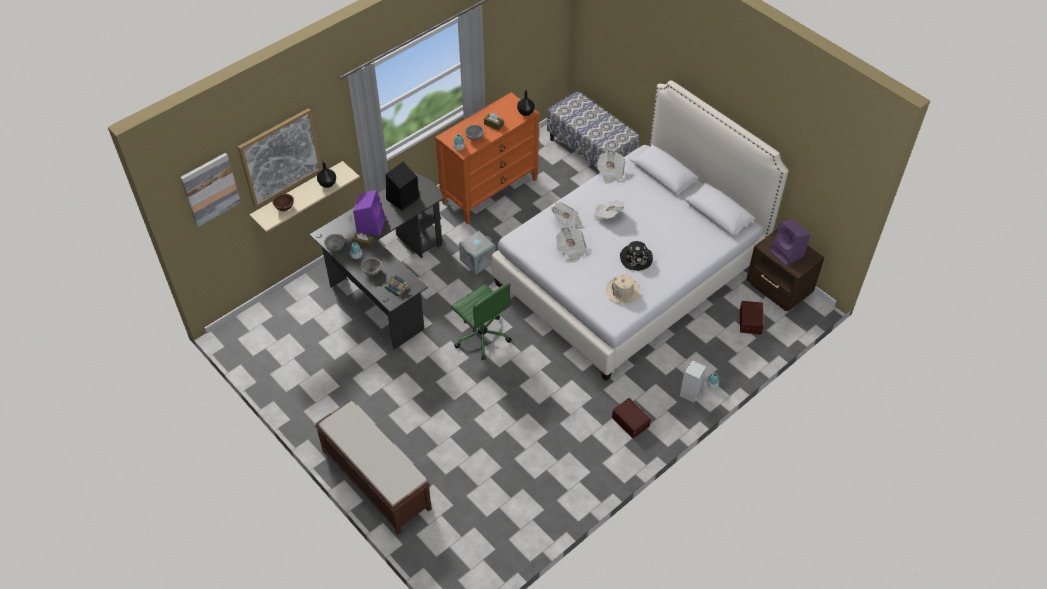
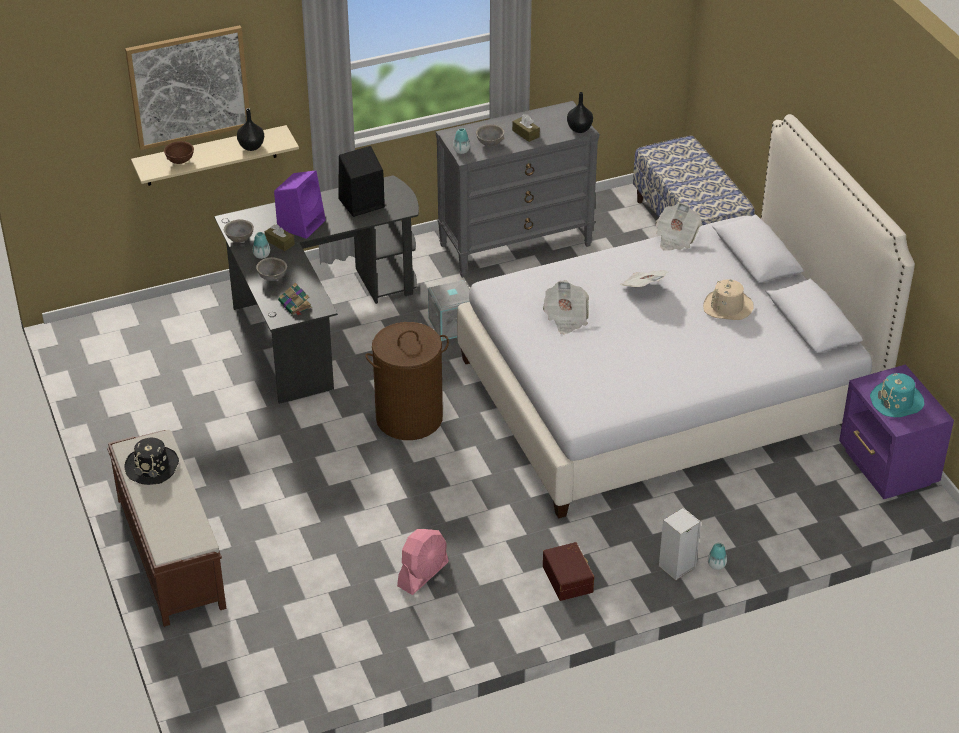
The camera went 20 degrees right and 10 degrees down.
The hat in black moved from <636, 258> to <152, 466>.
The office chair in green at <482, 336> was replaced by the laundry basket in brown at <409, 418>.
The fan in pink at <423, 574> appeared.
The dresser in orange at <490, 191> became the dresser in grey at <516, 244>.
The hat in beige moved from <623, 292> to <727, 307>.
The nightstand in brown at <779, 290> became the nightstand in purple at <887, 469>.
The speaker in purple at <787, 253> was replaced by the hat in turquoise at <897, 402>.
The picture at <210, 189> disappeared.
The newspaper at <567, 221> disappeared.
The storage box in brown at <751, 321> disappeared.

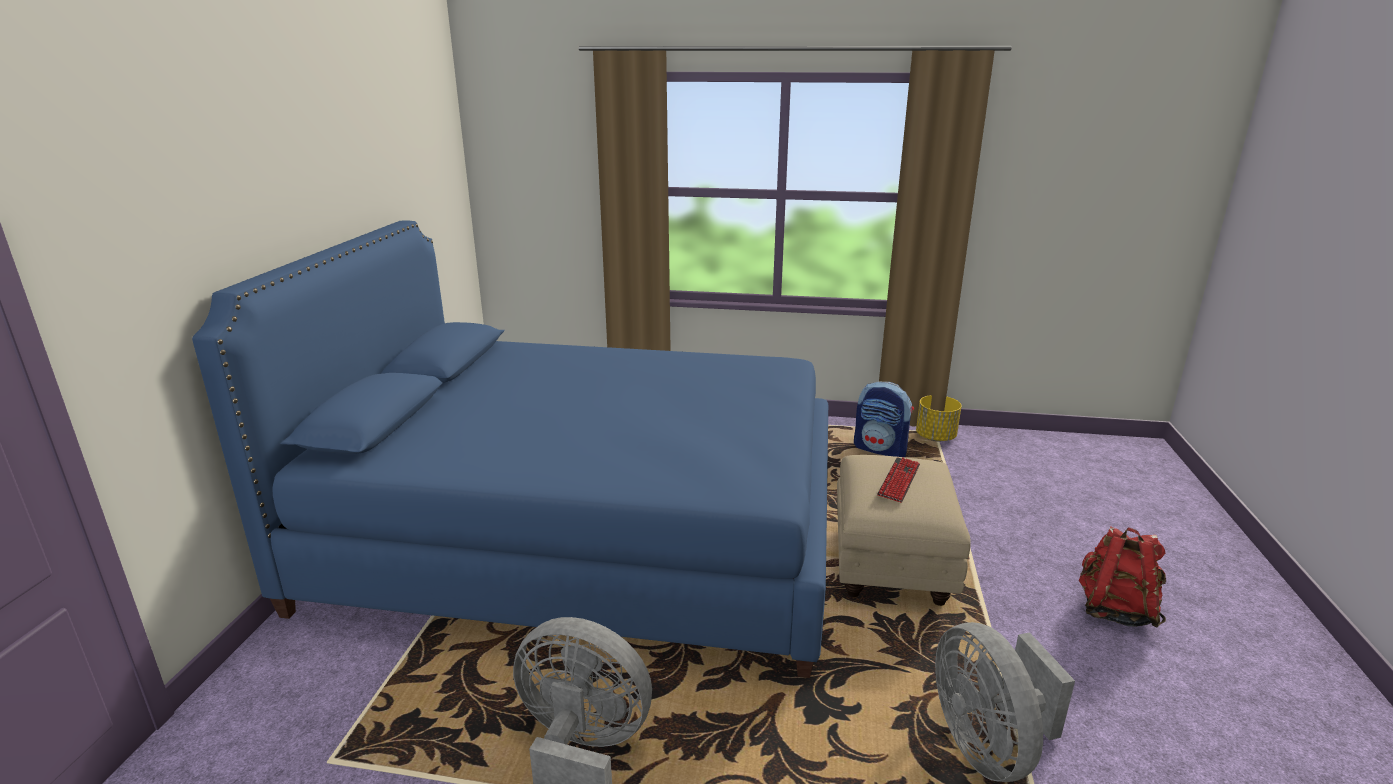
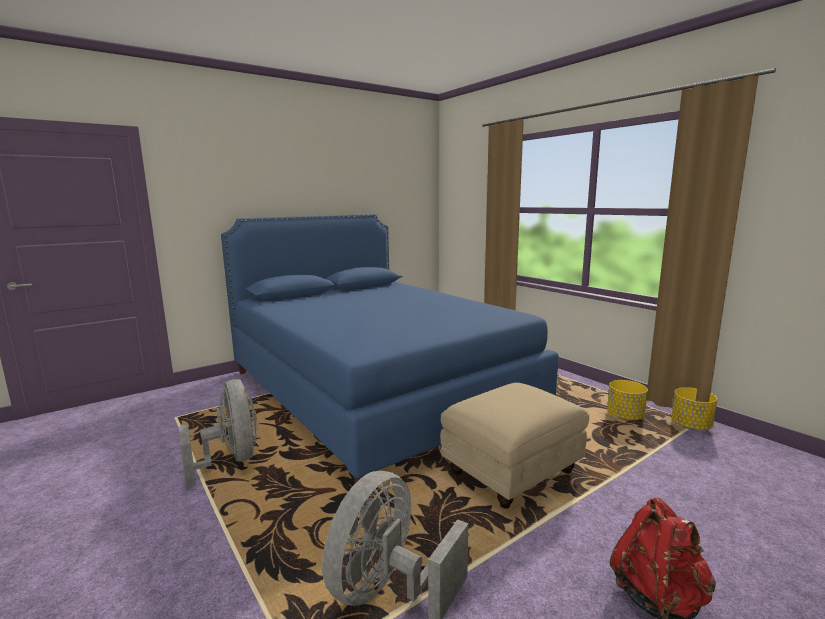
The camera went 45 degrees right and 10 degrees down.
The backpack at <881, 449> was replaced by the planter in yellow at <625, 417>.
The keyboard at <899, 480> disappeared.

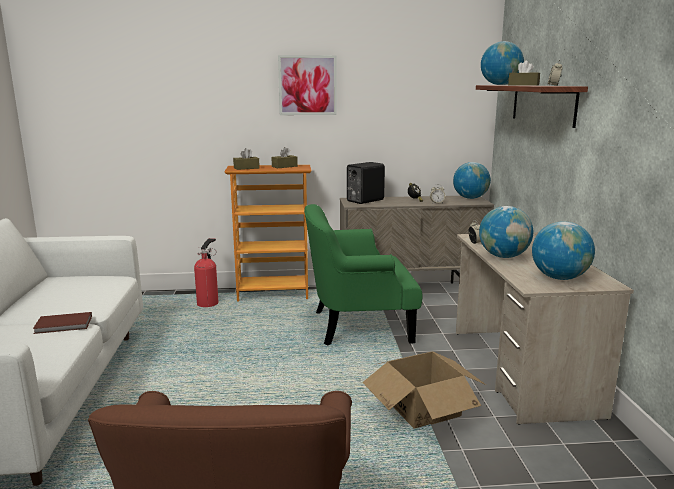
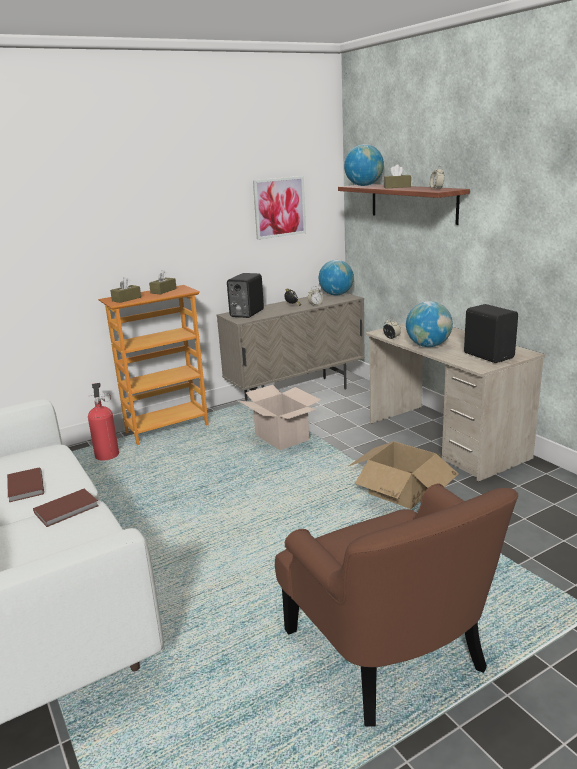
The camera went 25 degrees left and 5 degrees up.
The book in brown at <24, 487> appeared.
The armchair in green at <358, 325> was replaced by the cardboard box at <281, 437>.
The picture moved from <307, 85> to <279, 207>.
The globe at <559, 278> was replaced by the speaker in black at <489, 355>.

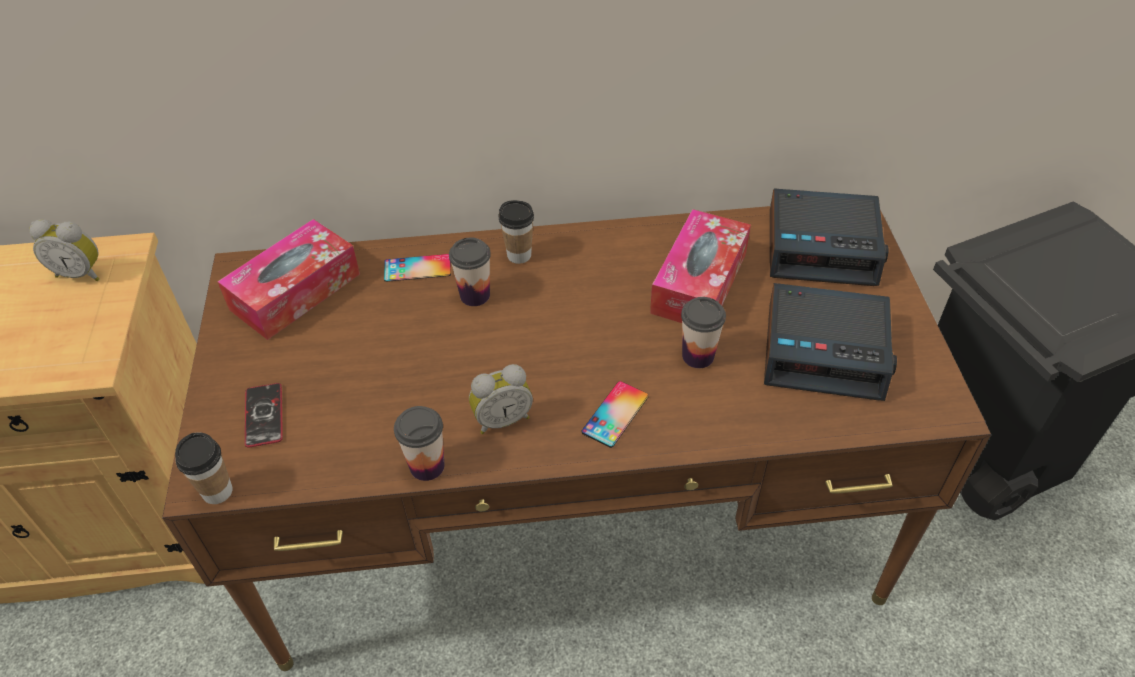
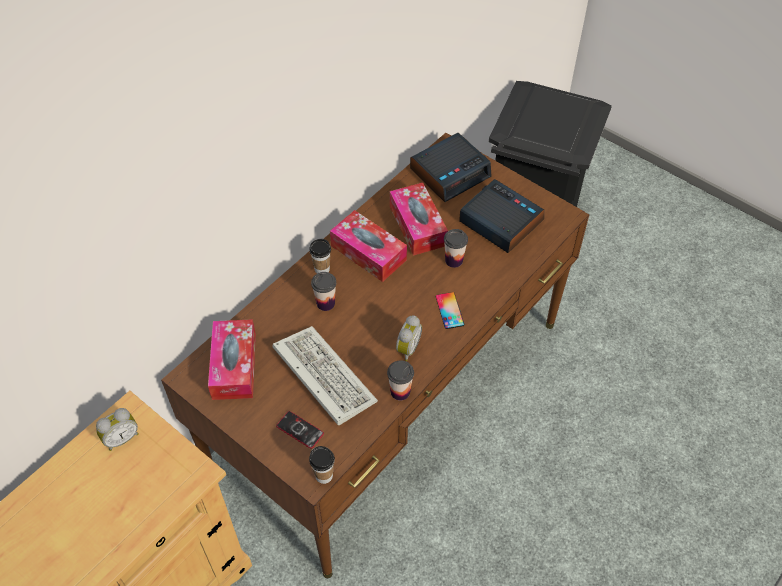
The camera went 45 degrees left and 5 degrees up.
The keyboard at <321, 375> appeared.
The tissue box at <368, 253> appeared.
The alarm clock at <825, 351> turned 105 degrees counterclockwise.
The phone at <417, 268> disappeared.

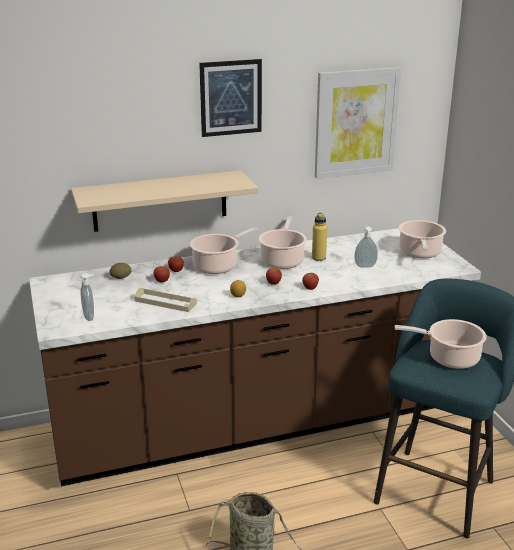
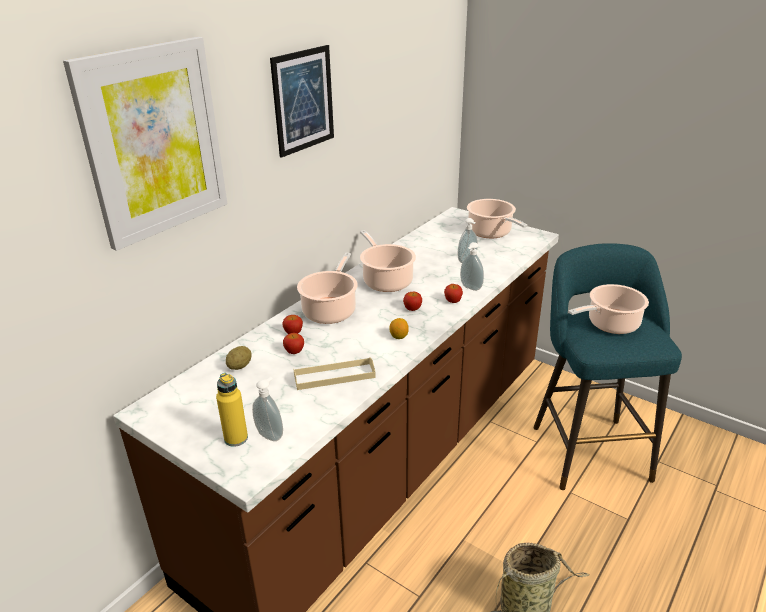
The camera went 35 degrees left and 5 degrees up.
The picture moved from <356, 122> to <154, 142>.
The bottle in yellow moved from <318, 258> to <236, 438>.
The soap dispenser at <470, 288> appeared.
The shelf in beige at <160, 201> disappeared.

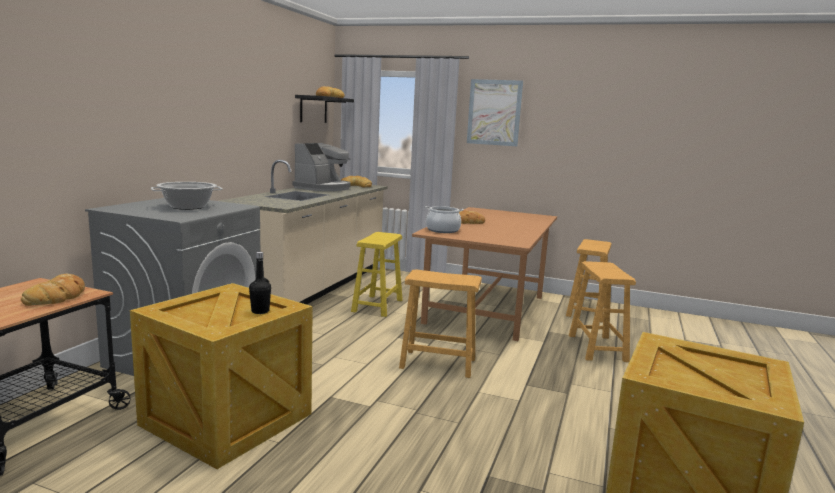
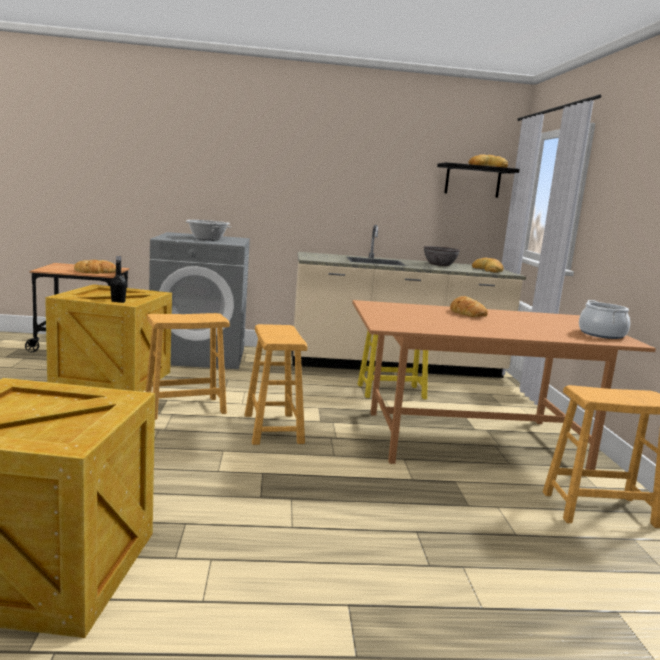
The camera went 65 degrees right and 0 degrees up.
The stool in brown moved from <597, 348> to <185, 408>.
The coffee machine at <323, 188> was replaced by the bowl in grey at <439, 264>.
The cooking pot moved from <442, 230> to <602, 334>.
The picture at <494, 112> disappeared.

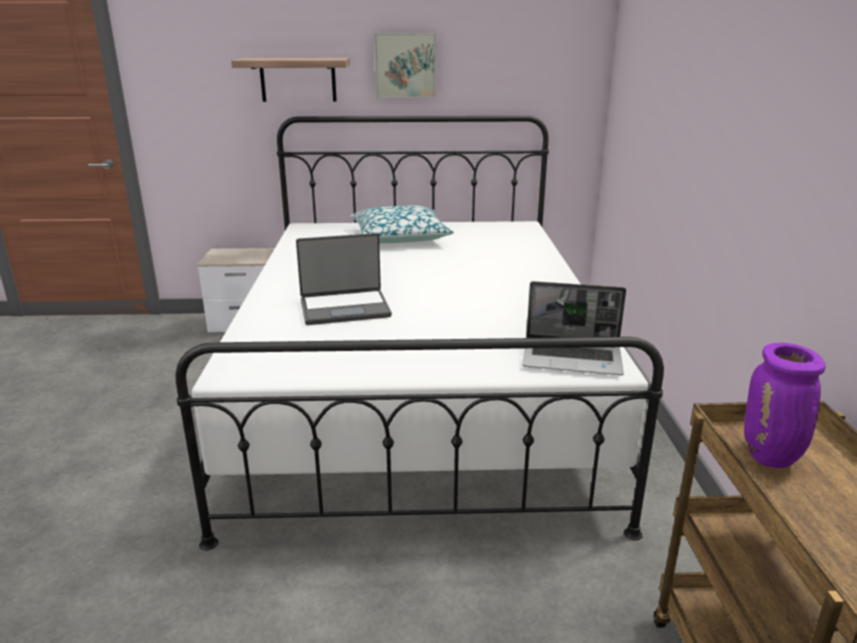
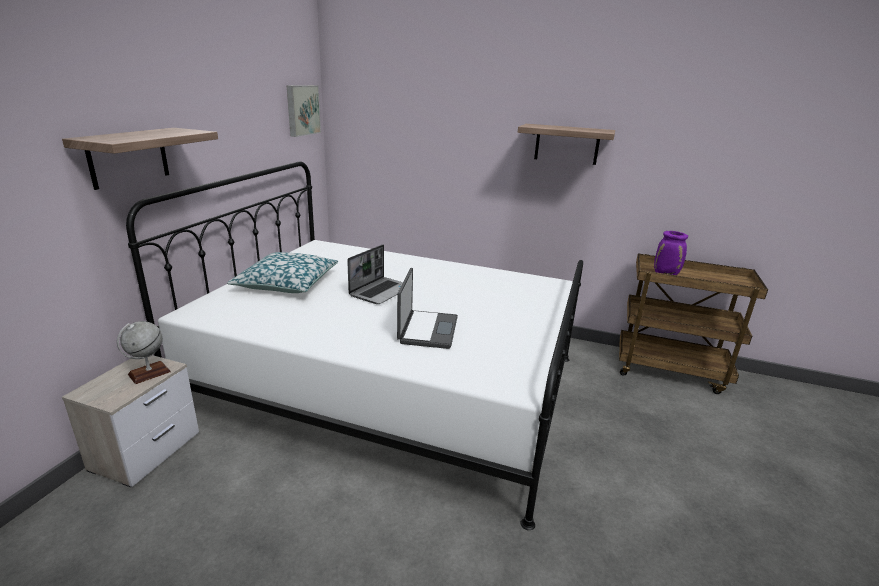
The camera went 70 degrees left and 0 degrees up.
The globe at <149, 373> appeared.
The picture moved from <405, 65> to <302, 110>.
The laptop moved from <573, 358> to <381, 291>.
The shelf at <567, 144> appeared.

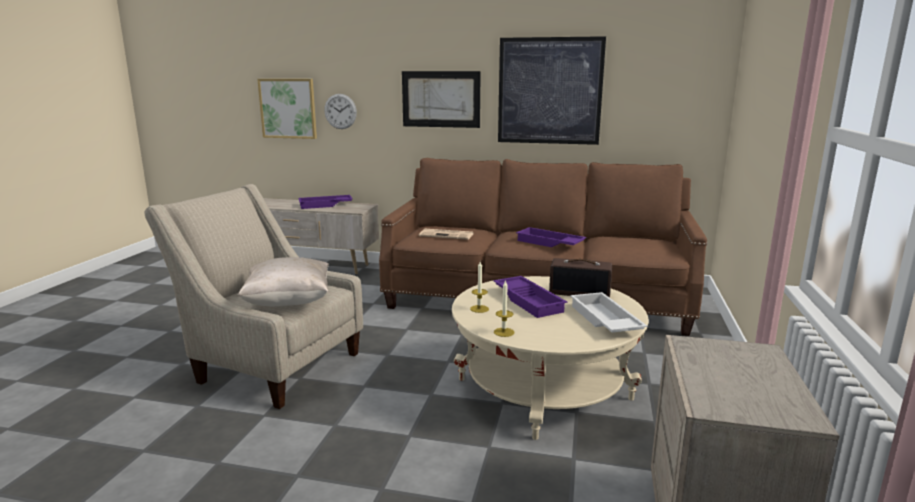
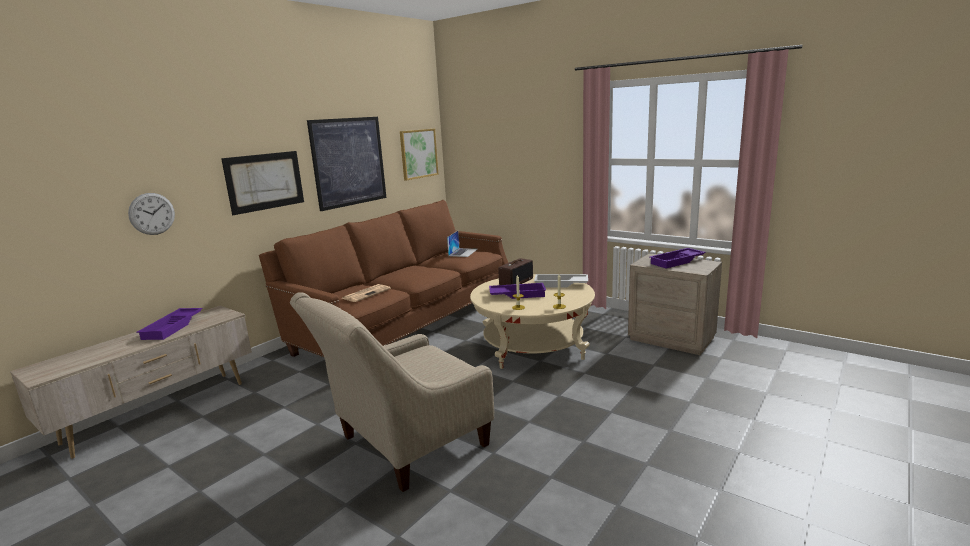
The camera went 65 degrees left and 0 degrees up.
The picture moved from <288, 108> to <418, 153>.
The laptop at <463, 252> appeared.
The tray in purple moved from <549, 243> to <677, 261>.
The pillow in beige at <288, 302> disappeared.

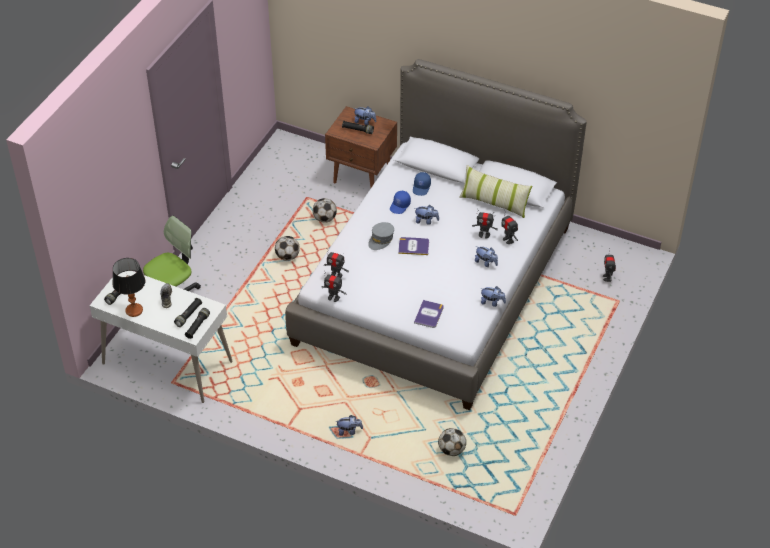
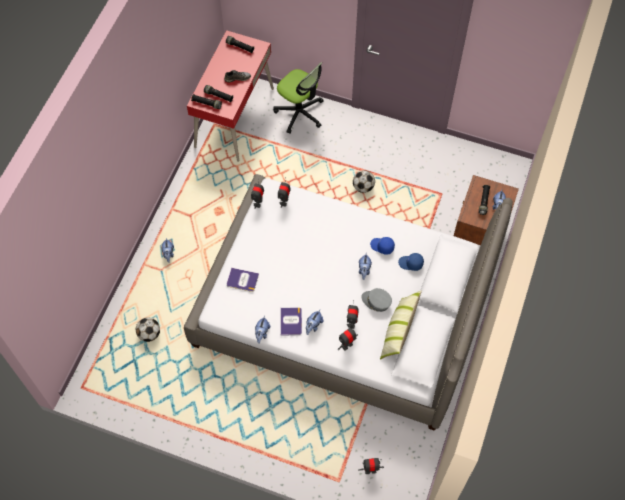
The camera went 85 degrees right and 15 degrees up.
The desk in white at <167, 363> became the desk in red at <234, 118>.
The book moved from <413, 246> to <291, 321>.
The cap in grey moved from <381, 239> to <376, 302>.
The table lamp at <134, 310> disappeared.
The football at <325, 219> disappeared.

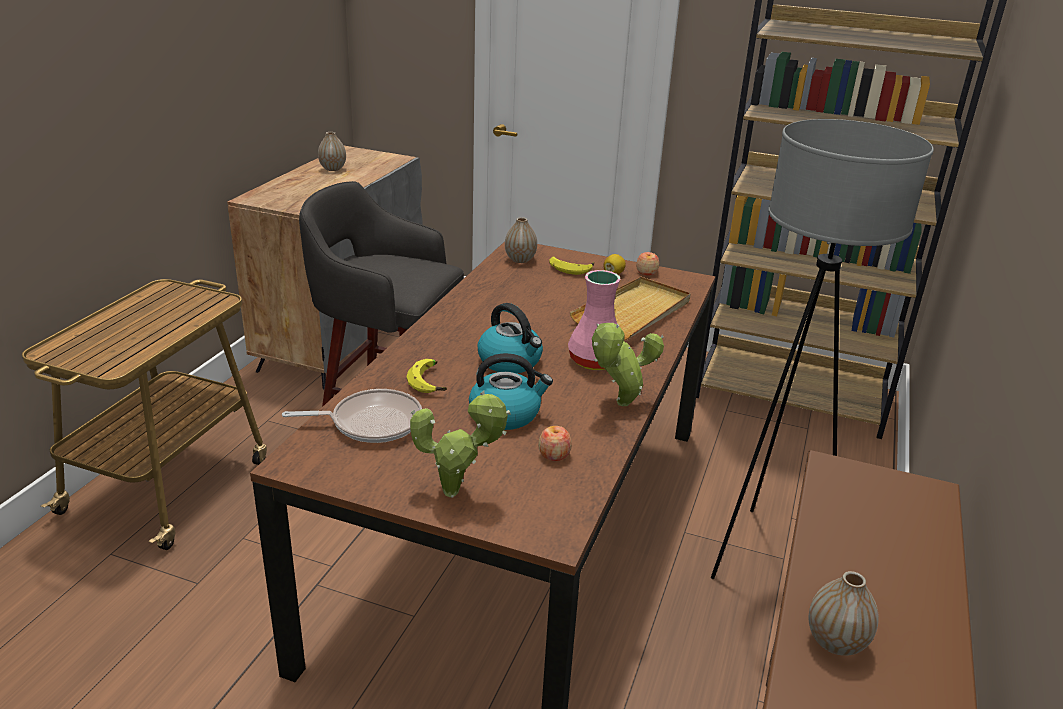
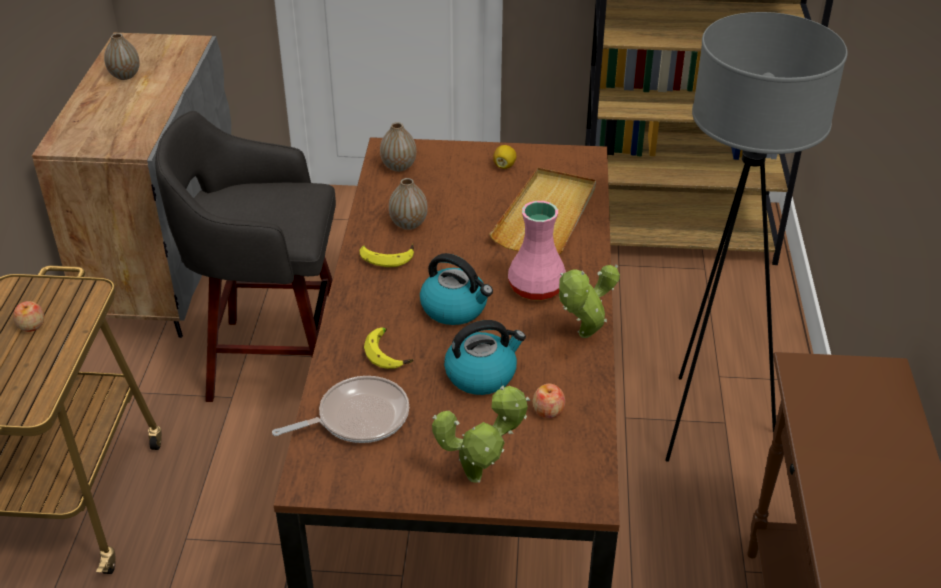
The camera went 15 degrees left and 10 degrees up.
The apple moved from <646, 272> to <31, 325>.
The banana moved from <571, 268> to <387, 257>.
The vase moved from <835, 642> to <408, 224>.

